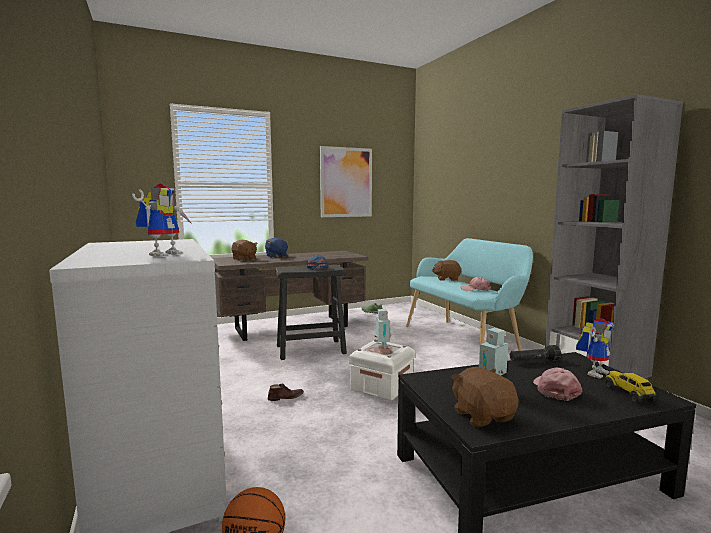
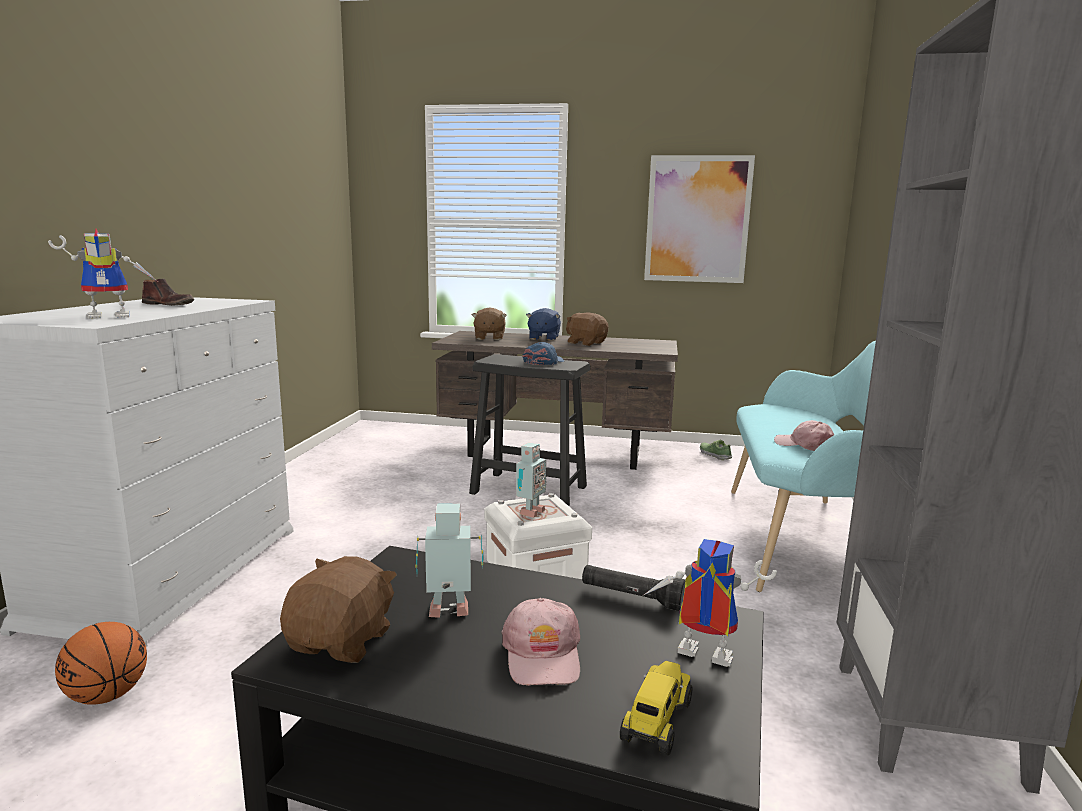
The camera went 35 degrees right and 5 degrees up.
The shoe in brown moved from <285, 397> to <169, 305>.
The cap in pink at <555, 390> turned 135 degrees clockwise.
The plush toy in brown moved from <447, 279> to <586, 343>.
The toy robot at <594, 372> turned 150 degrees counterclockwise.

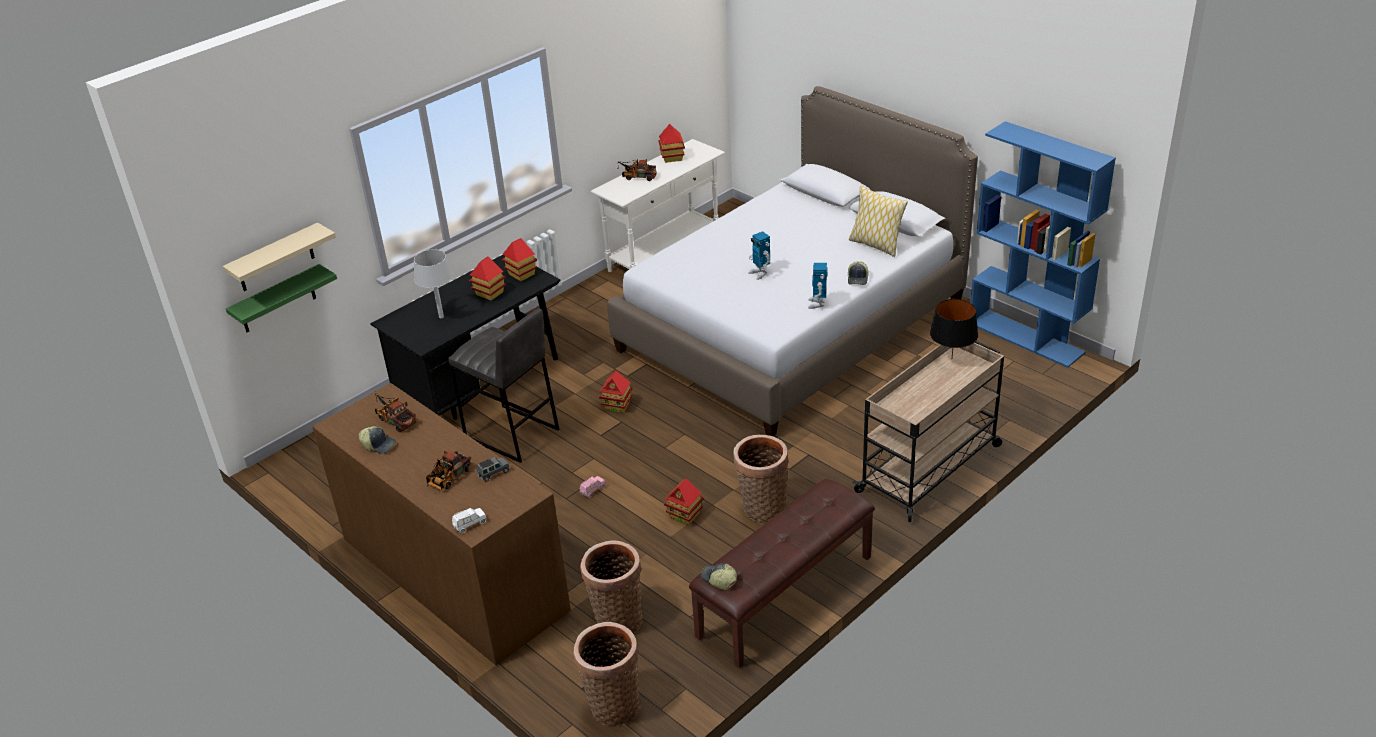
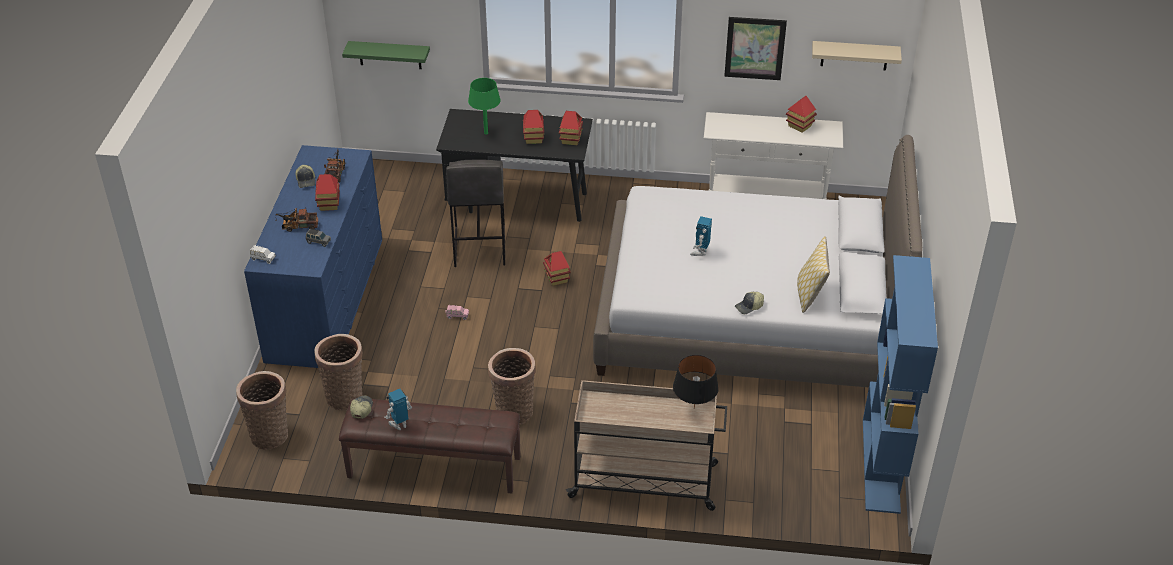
The camera went 50 degrees right and 5 degrees up.
The dresser in brown at <453, 573> became the dresser in blue at <326, 298>.
The toy house moved from <684, 515> to <329, 204>.
The toy robot moved from <817, 304> to <399, 424>.
The table lamp in grey at <441, 317> became the table lamp in green at <486, 133>.
The picture at <755, 48> appeared.
The shelf in beige moved from <275, 258> to <854, 55>.
The toy truck at <637, 177> disappeared.

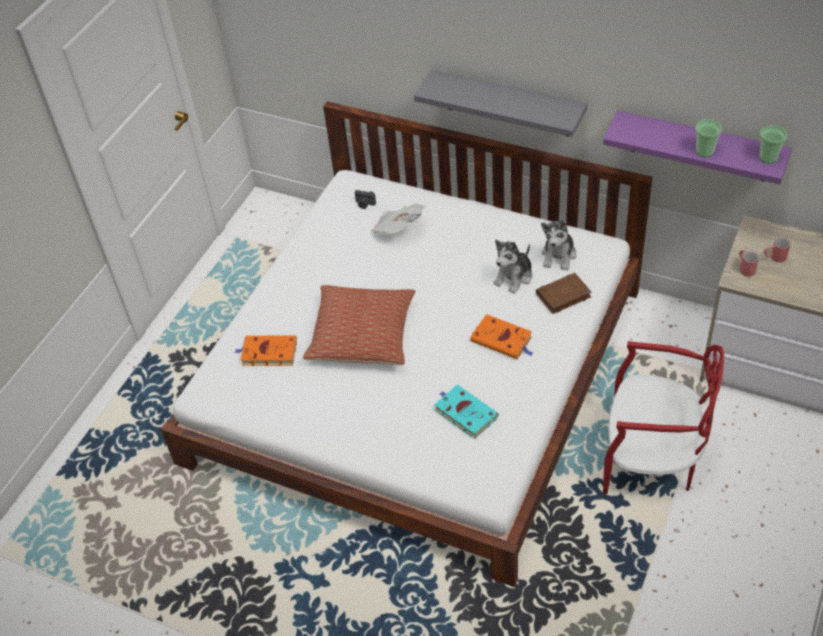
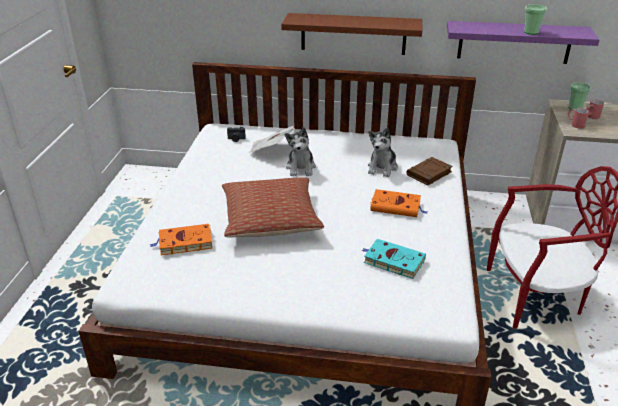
The camera went 20 degrees left and 15 degrees down.
The shelf in grey at <507, 104> became the shelf in brown at <353, 34>.
The plush toy moved from <559, 255> to <301, 167>.
The cup moved from <768, 157> to <575, 108>.

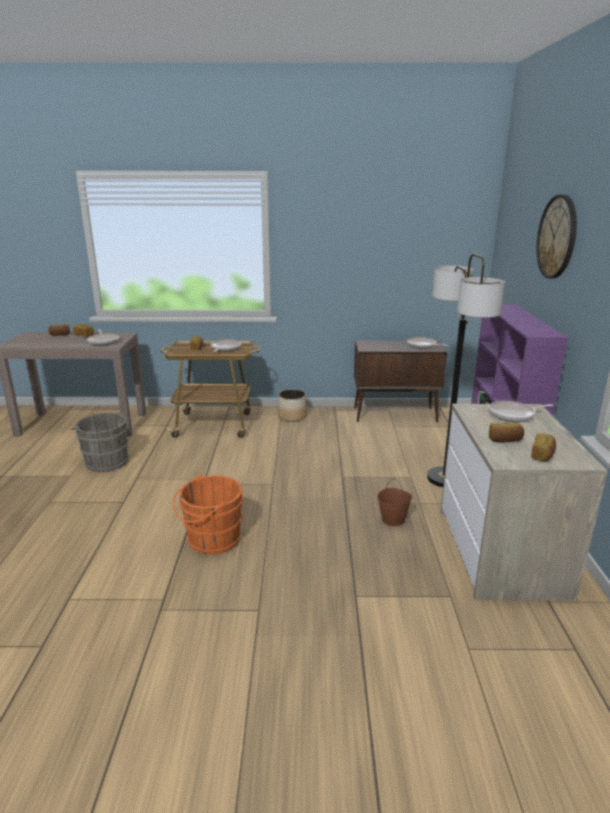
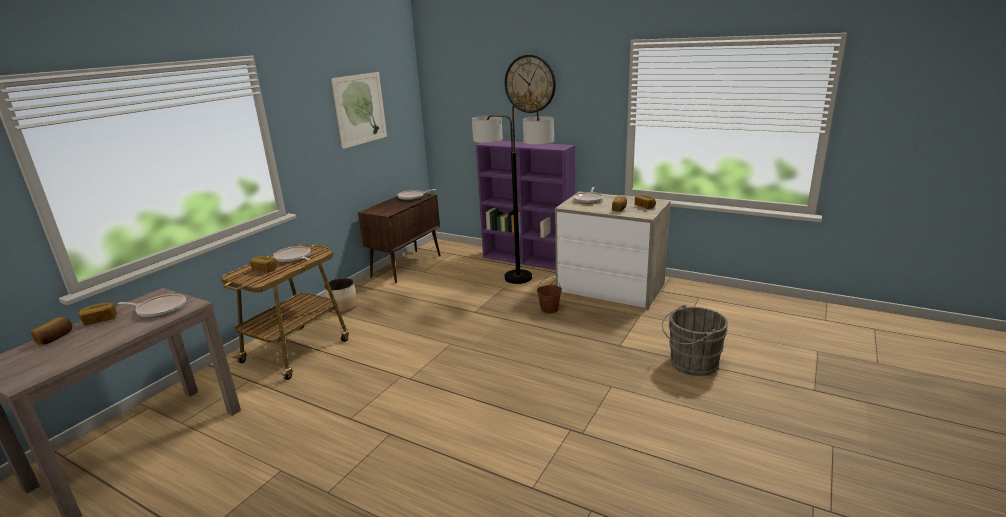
The camera went 60 degrees left and 0 degrees up.
The picture at <360, 109> appeared.
The bucket in grey moved from <105, 461> to <690, 363>.
The bucket in orange at <210, 540> disappeared.

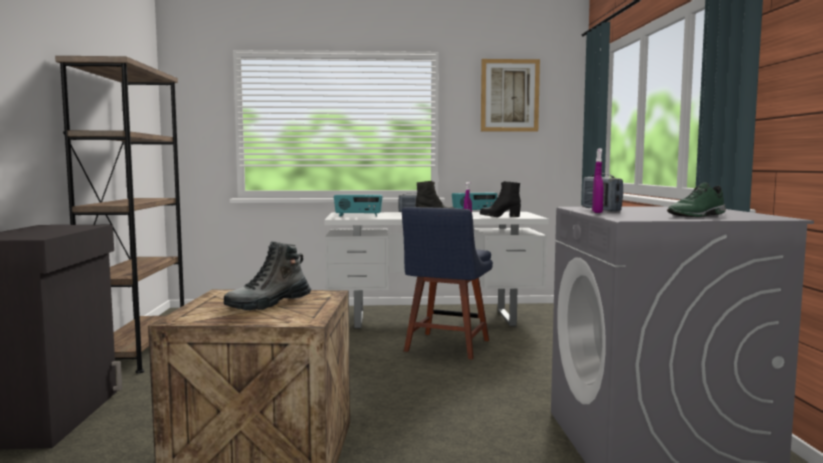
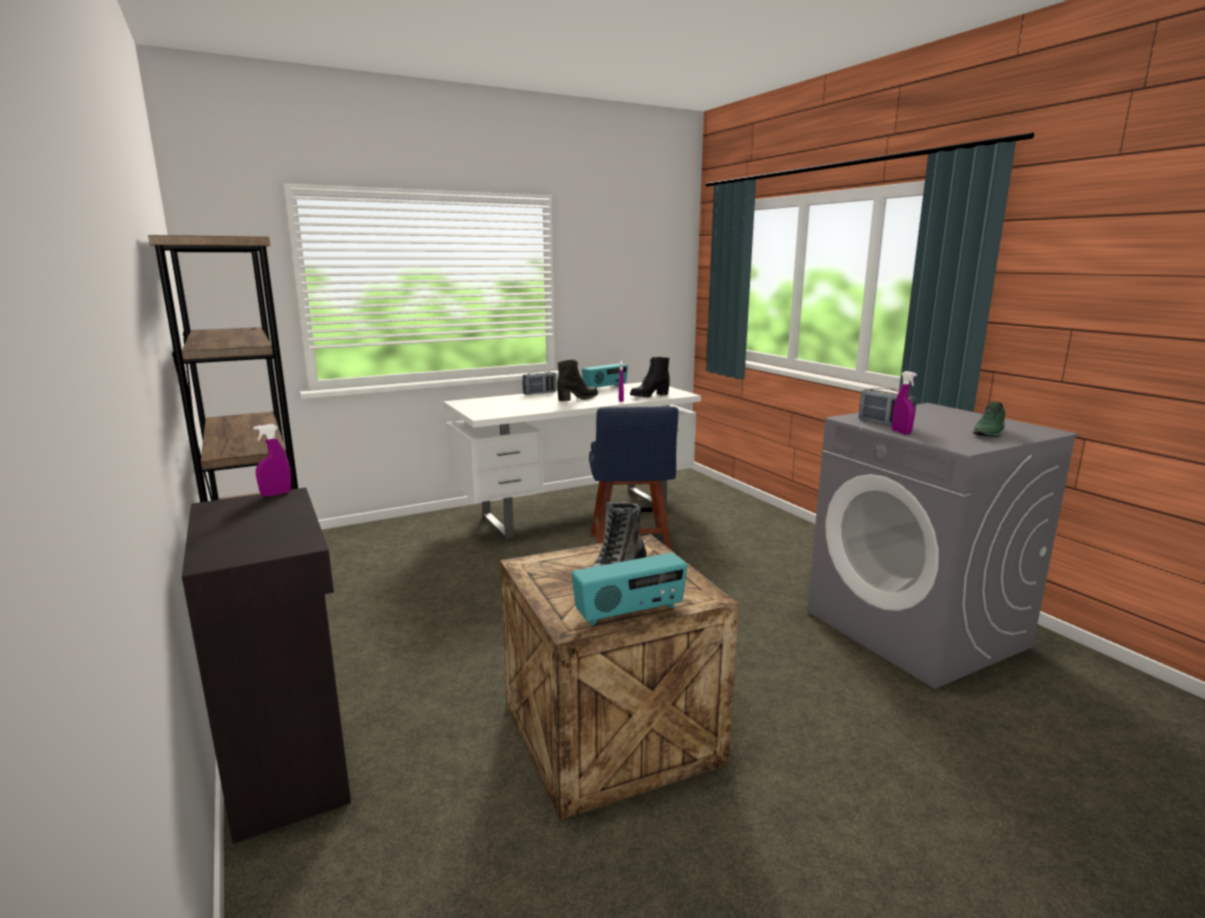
The camera went 25 degrees left and 10 degrees up.
The spray bottle in purple at <276, 494> appeared.
The radio moved from <358, 216> to <630, 612>.
The picture at <509, 95> disappeared.

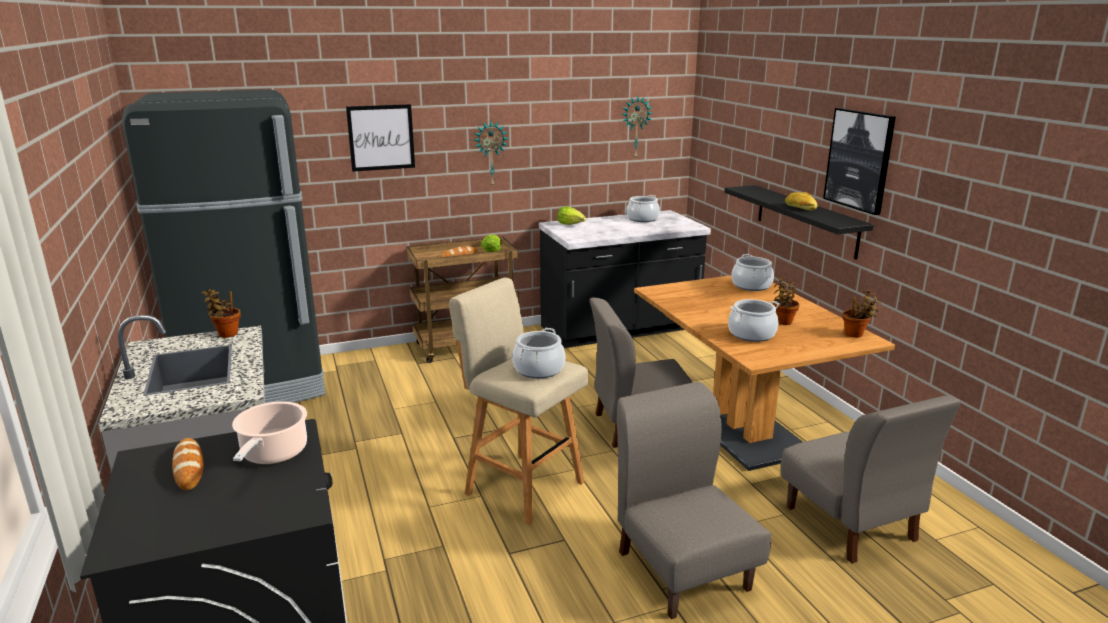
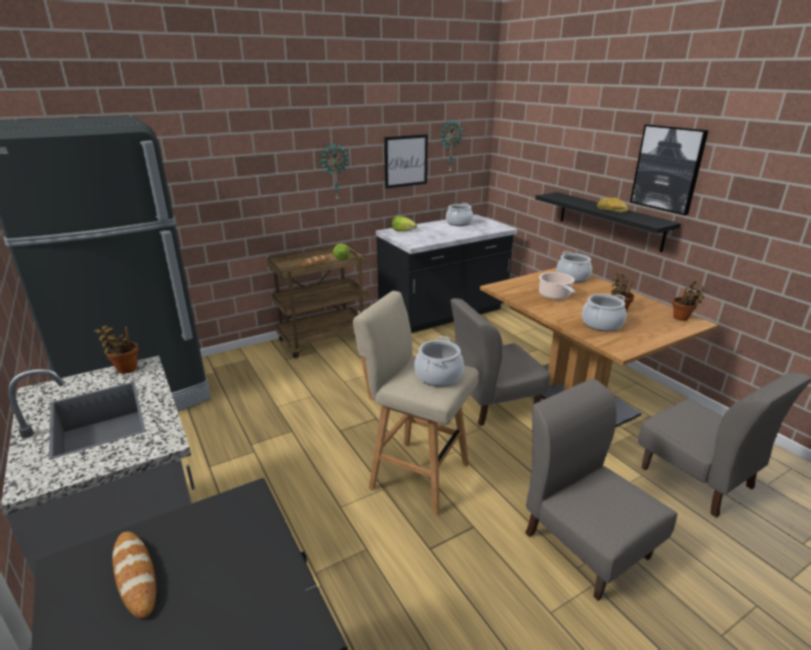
The camera went 10 degrees left and 5 degrees up.
The picture moved from <381, 137> to <406, 161>.
The cooking pot moved from <273, 454> to <555, 296>.

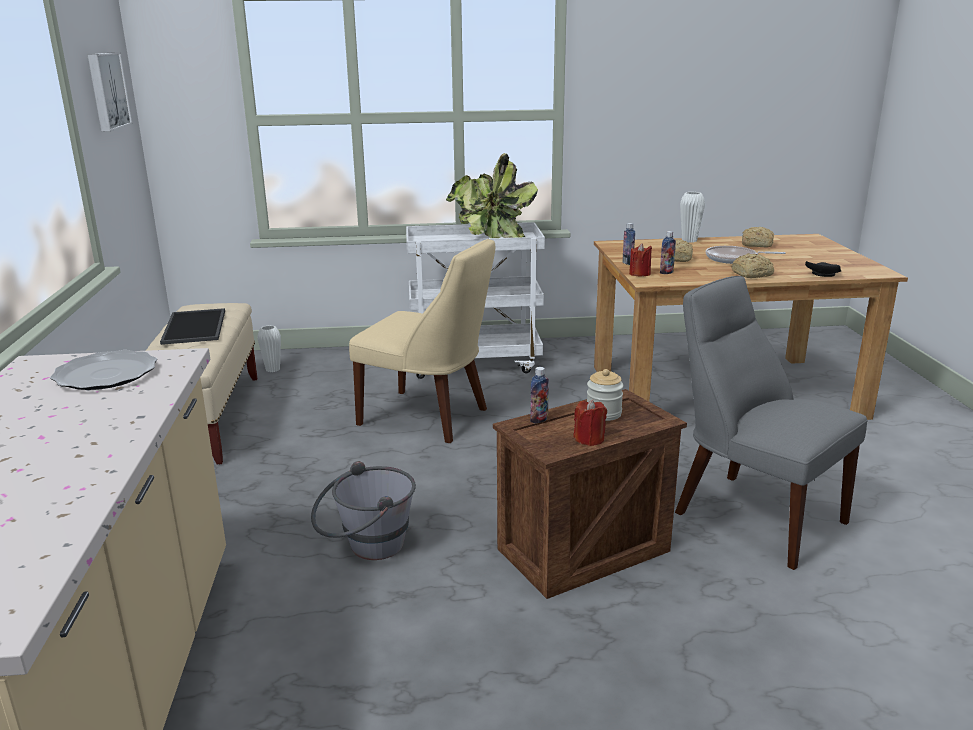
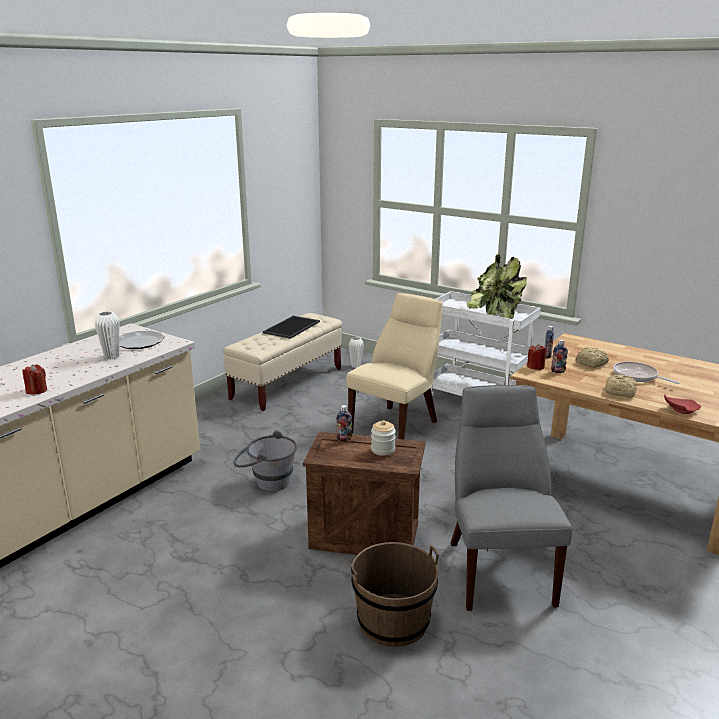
The camera went 40 degrees right and 0 degrees up.
The candle in red moved from <589, 439> to <36, 390>.
The vase in white moved from <689, 240> to <111, 356>.
The chair in beige at <429, 418> turned 120 degrees counterclockwise.
The bucket in brown at <393, 621> appeared.
The plate in black at <822, 275> became the plate in red at <680, 410>.
The picture at <106, 91> disappeared.
The bread at <755, 245> disappeared.

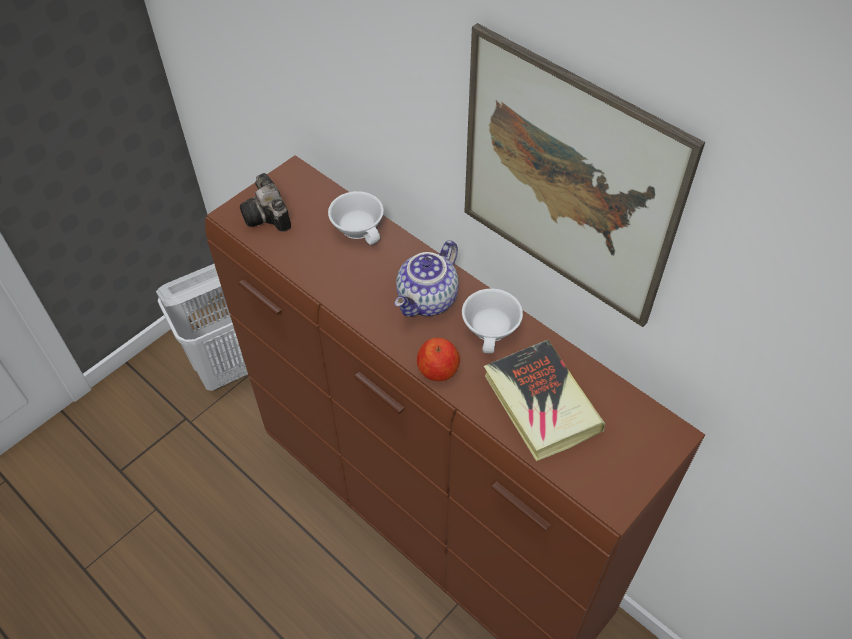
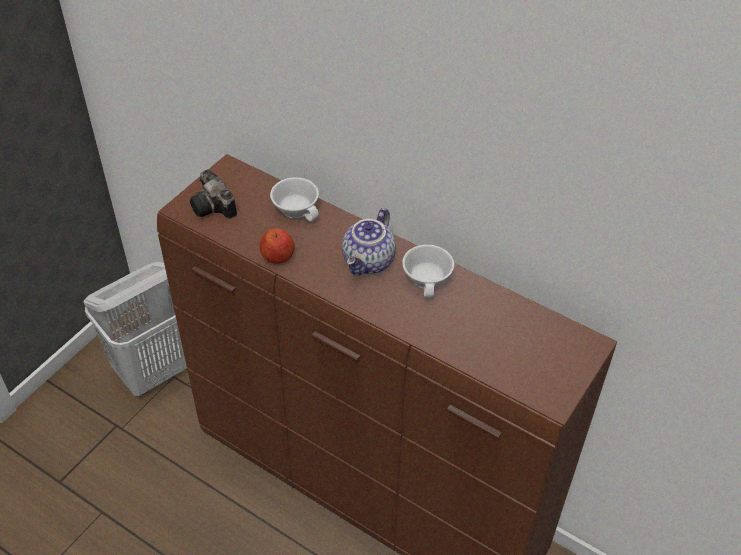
The camera went 10 degrees left and 5 degrees down.
The apple moved from <438, 370> to <278, 256>.
The picture at <566, 181> disappeared.
The book at <541, 404> disappeared.

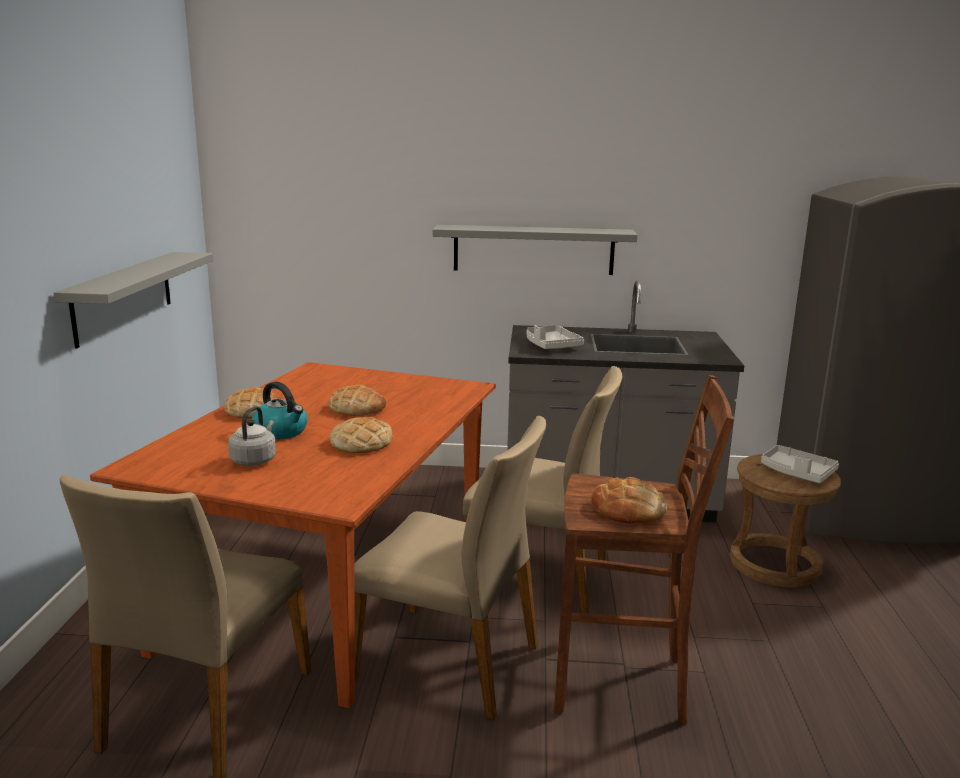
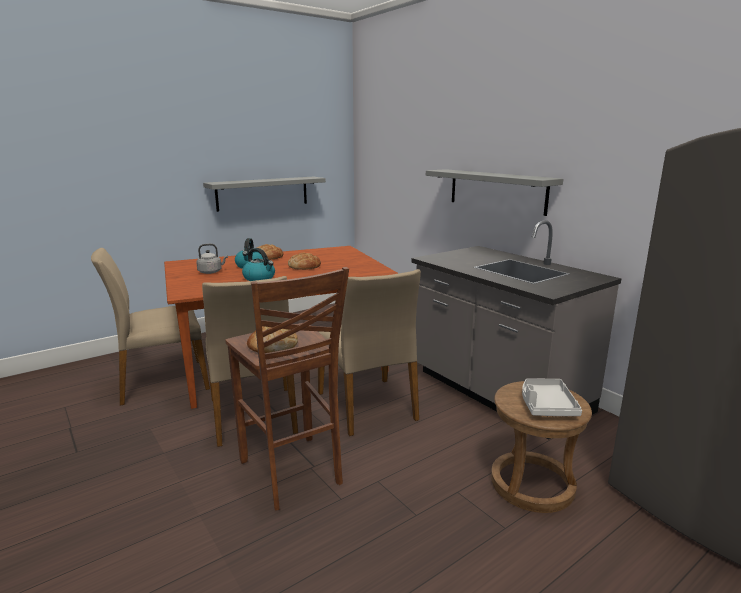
The camera went 50 degrees right and 0 degrees up.
The bread at <361, 443> was replaced by the kettle at <259, 278>.
The tray in grey at <550, 346> disappeared.

